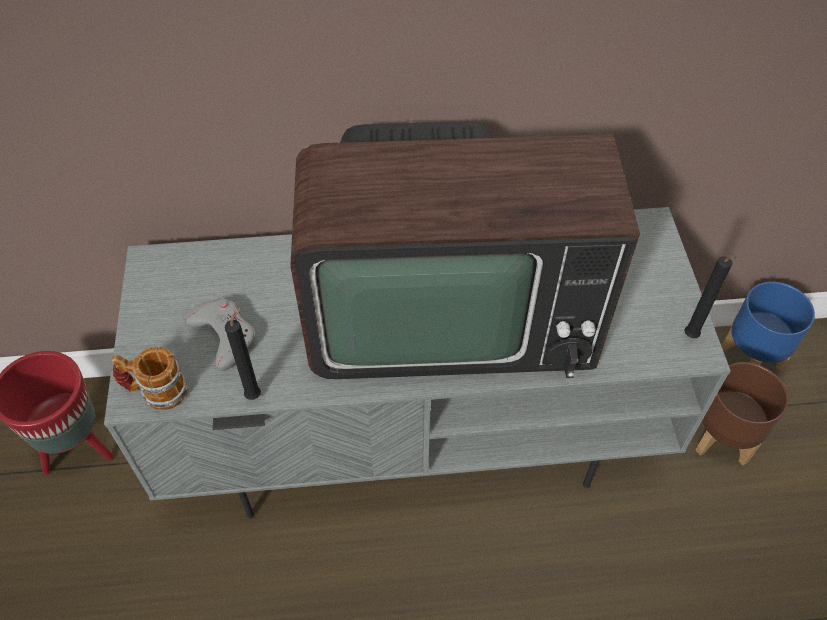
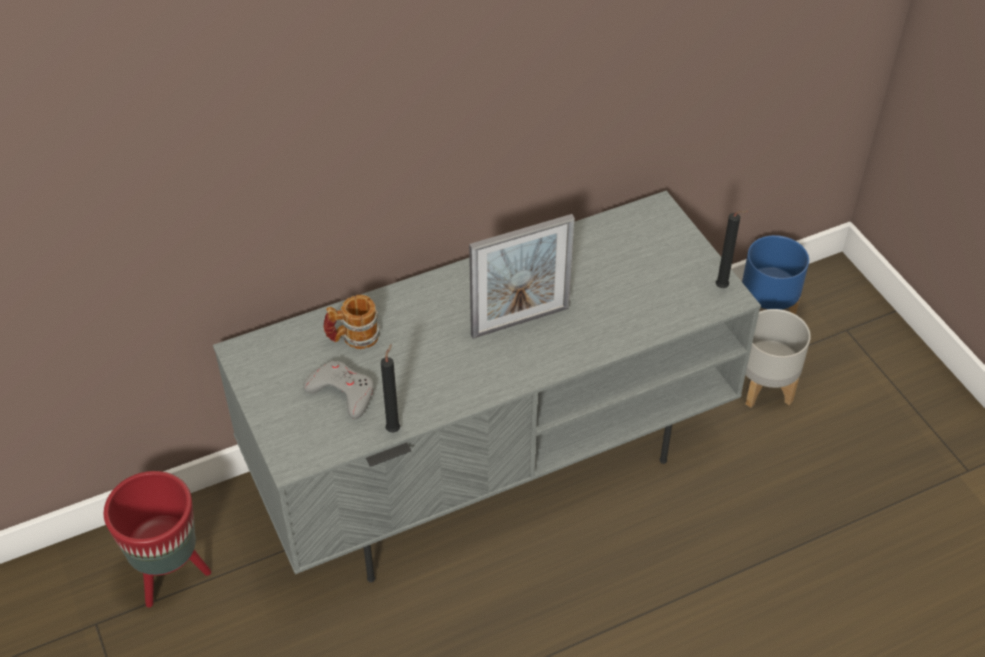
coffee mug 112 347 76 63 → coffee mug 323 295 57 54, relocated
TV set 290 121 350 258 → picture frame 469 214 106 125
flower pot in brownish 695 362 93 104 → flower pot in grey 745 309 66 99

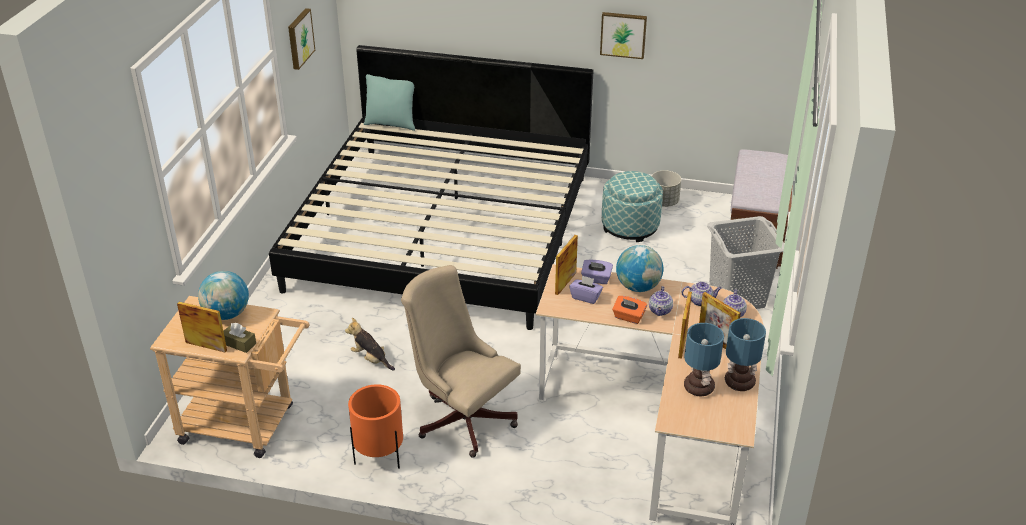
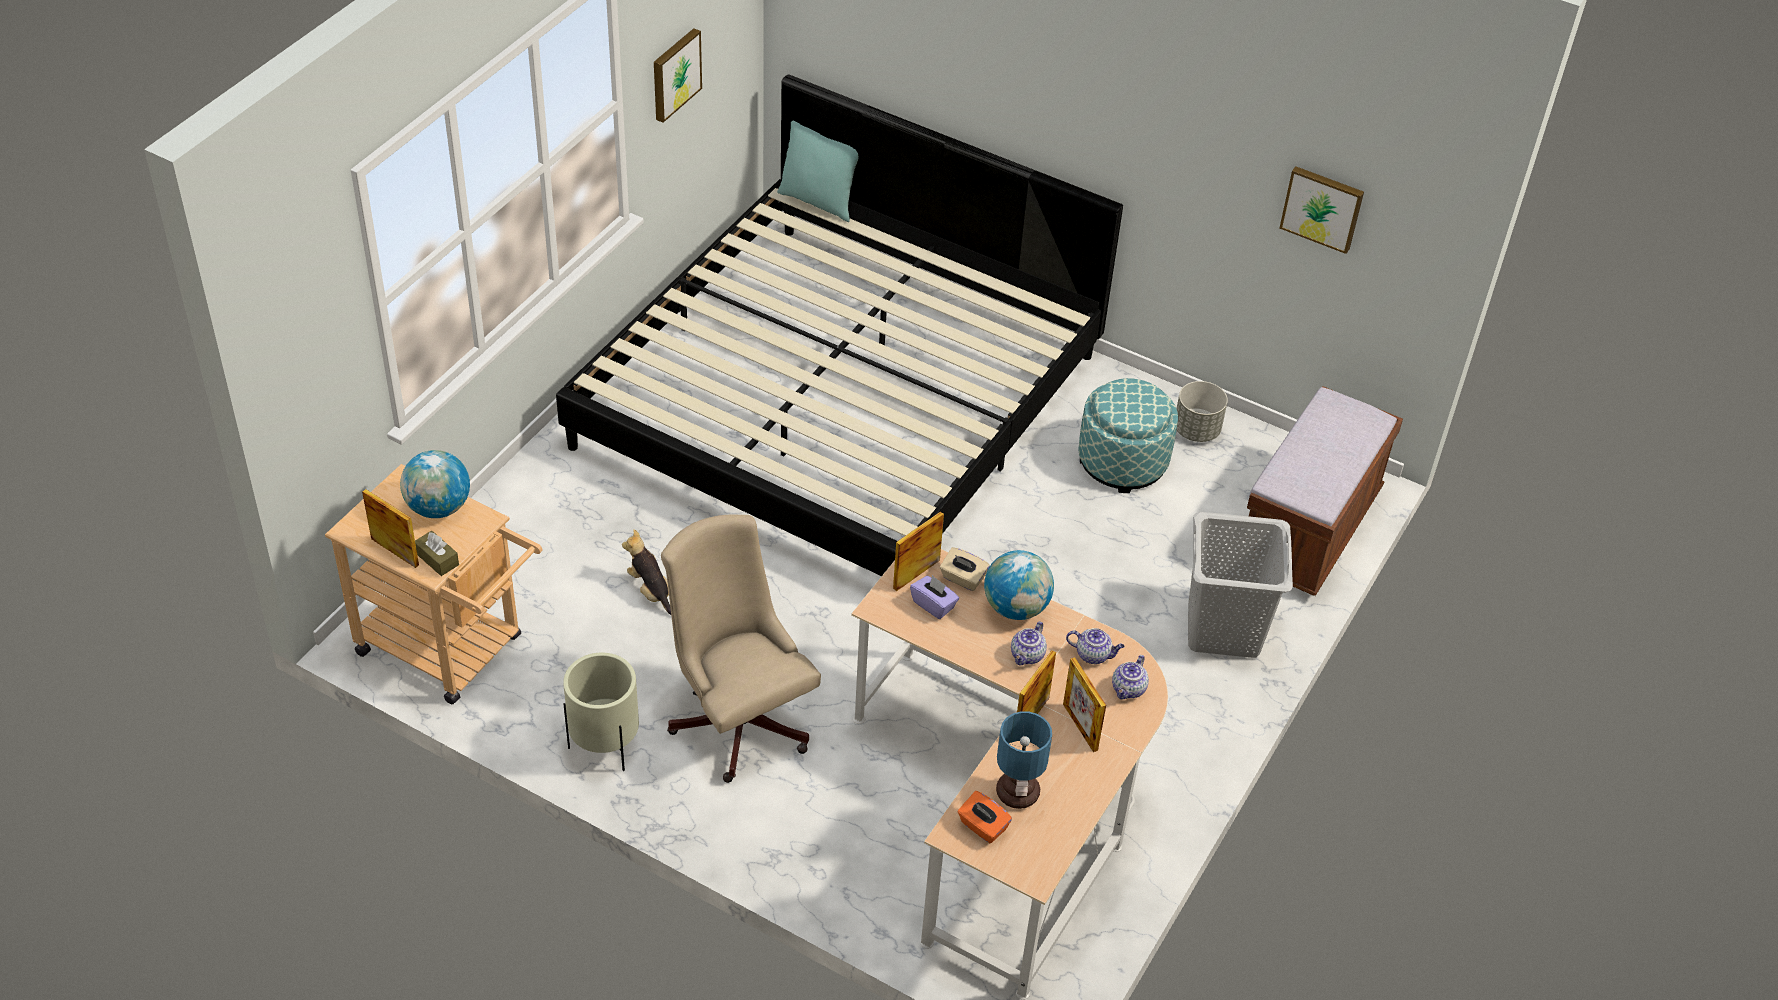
lamp for a table 725 318 41 73 → -
wall art 600 12 47 47 → wall art 1280 166 84 88, relocated
tissue holder in orange-coloured 612 296 35 28 → tissue holder in orange-coloured 958 791 54 52, relocated
flower pot in orange-coloured 348 384 55 85 → flower pot in beige 563 652 76 119
tissue holder in purplish 581 260 32 24 → tissue holder in beige 940 547 50 44

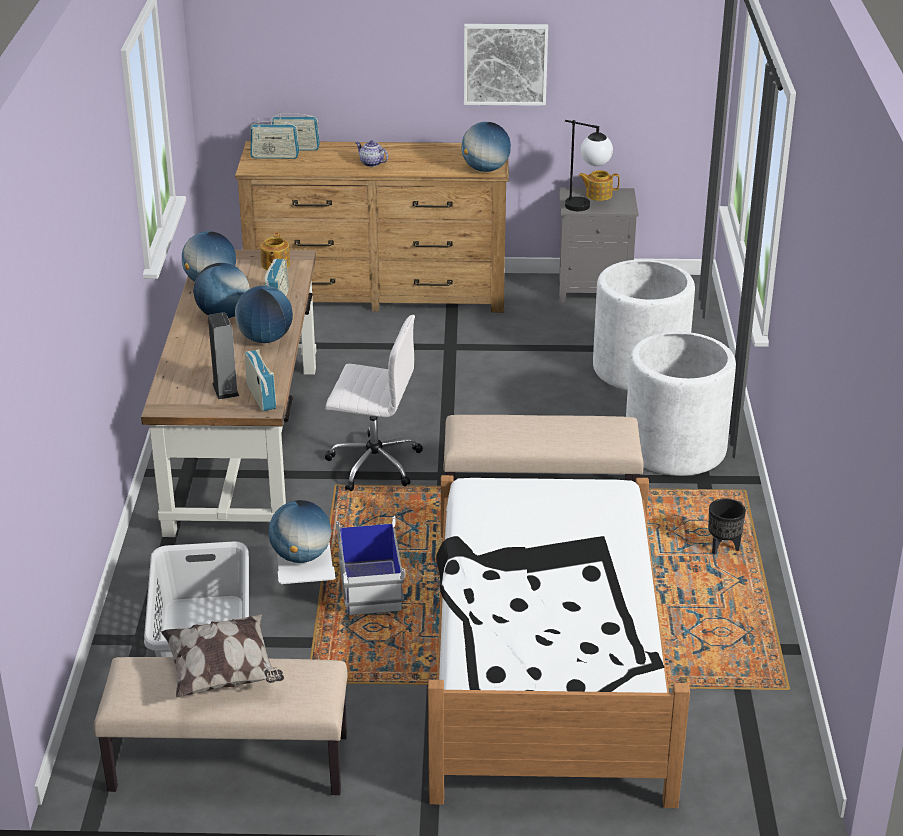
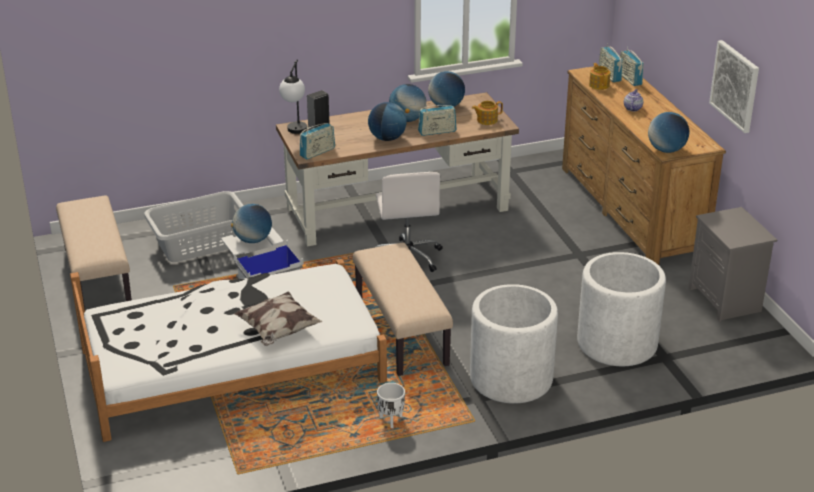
cushion 161 614 123 84 → cushion 234 292 89 54, relocated
lamp for a table 565 120 48 91 → lamp for a table 279 59 28 75, relocated
teapot 579 170 41 31 → teapot 589 63 22 27, relocated
flower pot in blackish 708 498 38 57 → flower pot in white 377 383 28 45

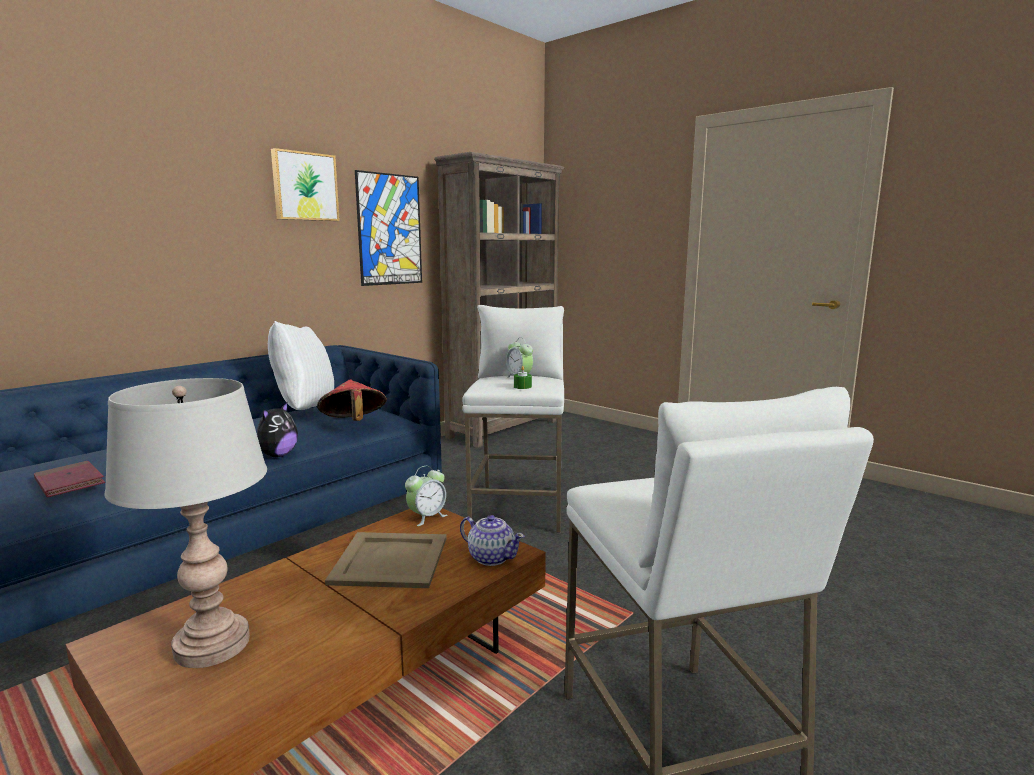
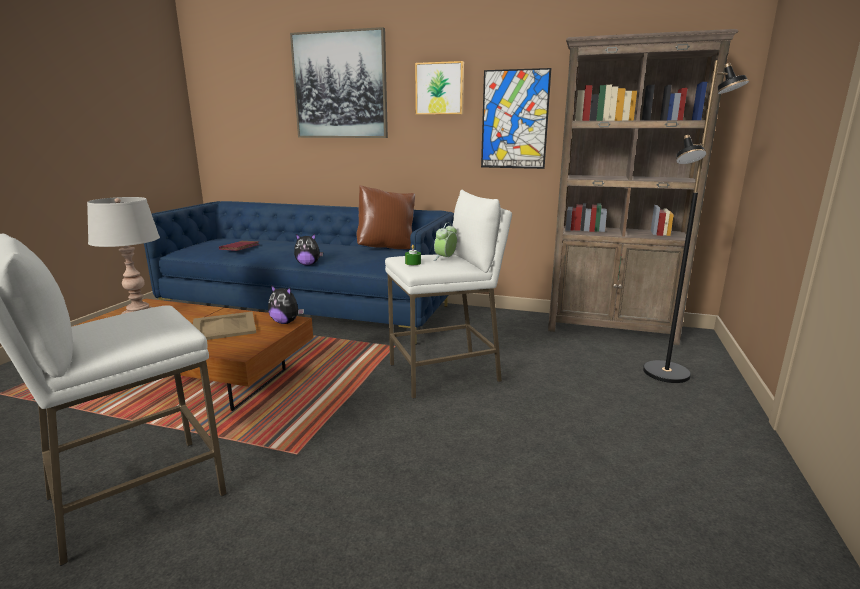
clothing hat in reddish 317 380 70 41 → -
teapot 460 515 64 51 → -
- → wall art 290 27 98 111
- → standard lamp in blackish 643 60 106 323
alarm clock 405 466 42 60 → soft toy 268 285 36 39
cushion in white 268 321 66 89 → cushion in brownish 356 185 59 64

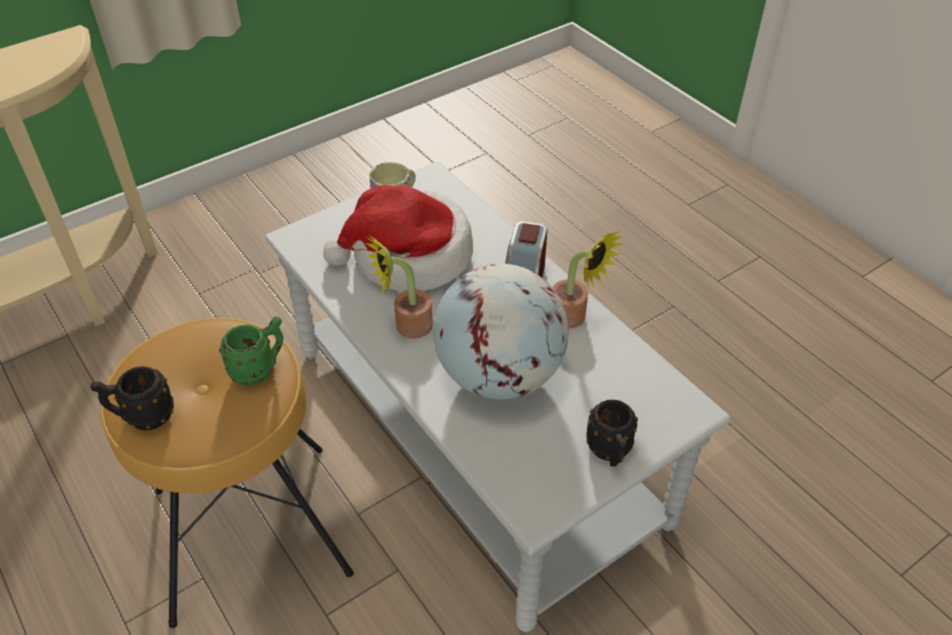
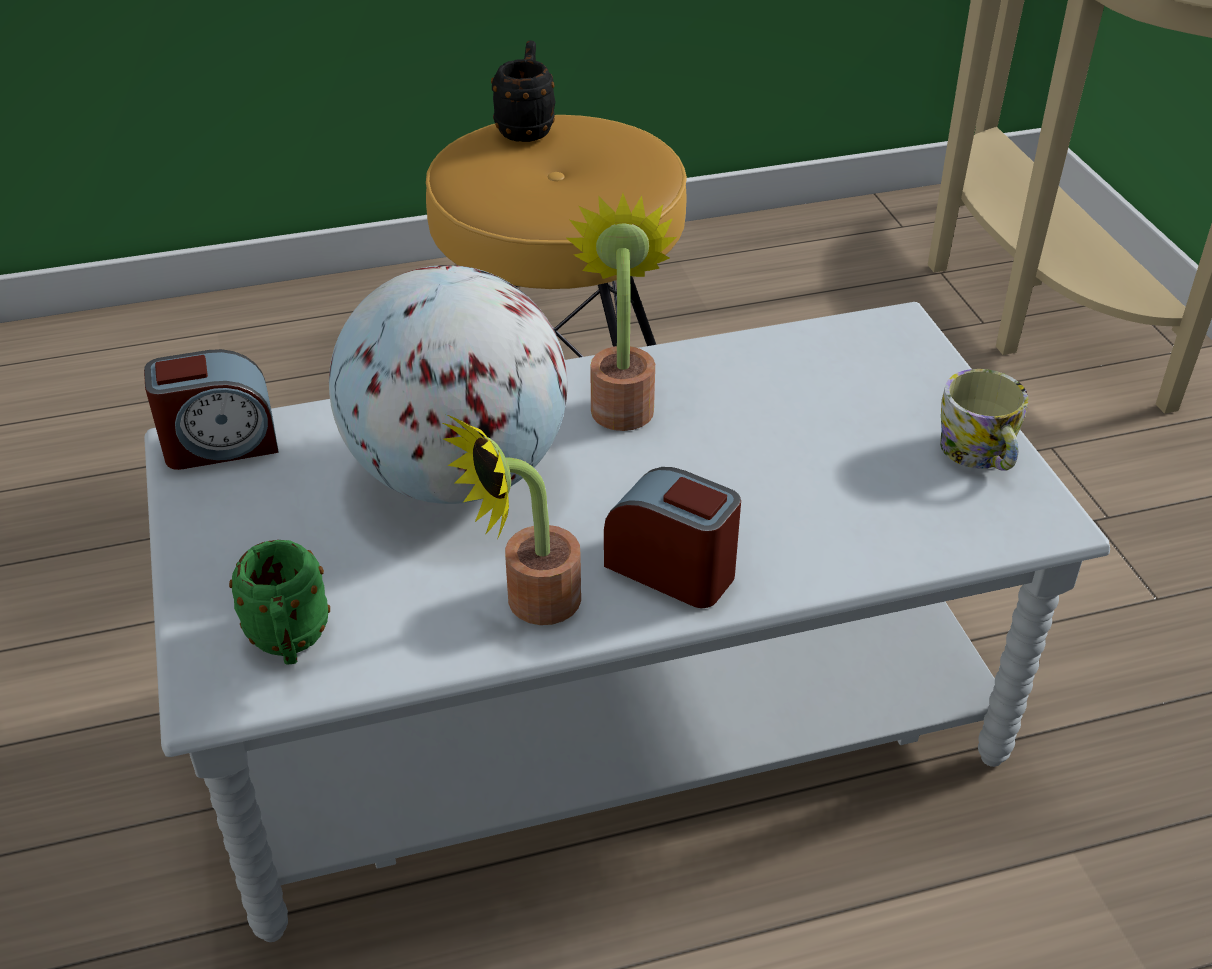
clothing hat 323 185 150 106 → -
coffee mug in blackish 586 400 52 66 → -
- → alarm clock 144 349 134 121
coffee mug in green-coloured 219 316 64 70 → coffee mug in green-coloured 229 540 101 125, relocated

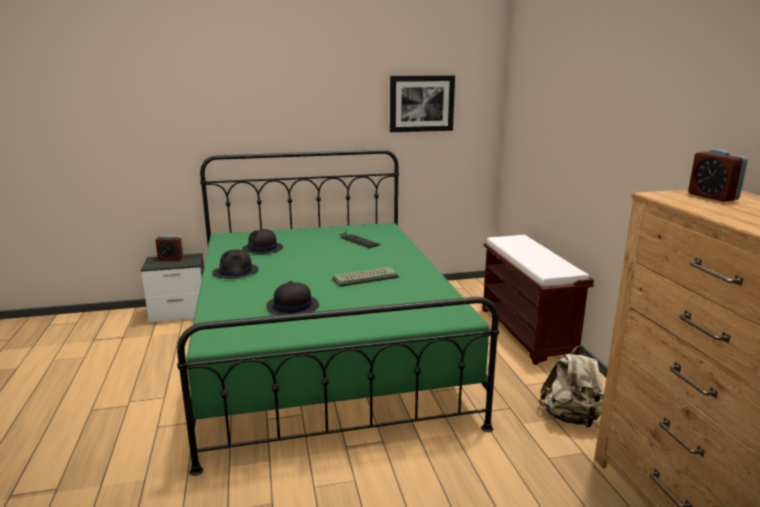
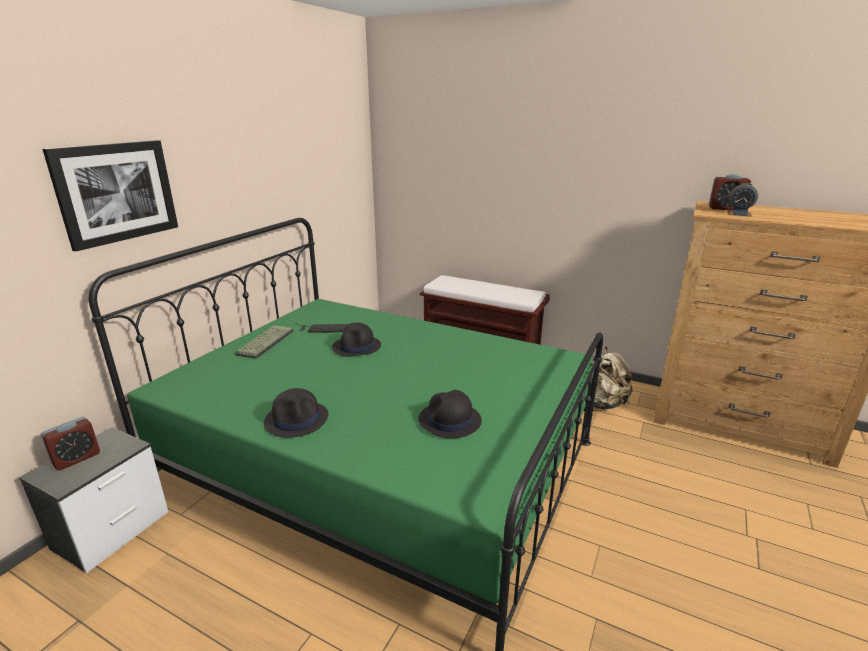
- → alarm clock 727 183 31 34
clothing hat in blackish 242 229 41 25 → clothing hat in blackish 332 323 49 33, relocated
computer keyboard 332 267 67 20 → computer keyboard 235 325 59 34, relocated
wall art 390 75 65 57 → wall art 42 140 136 111, relocated

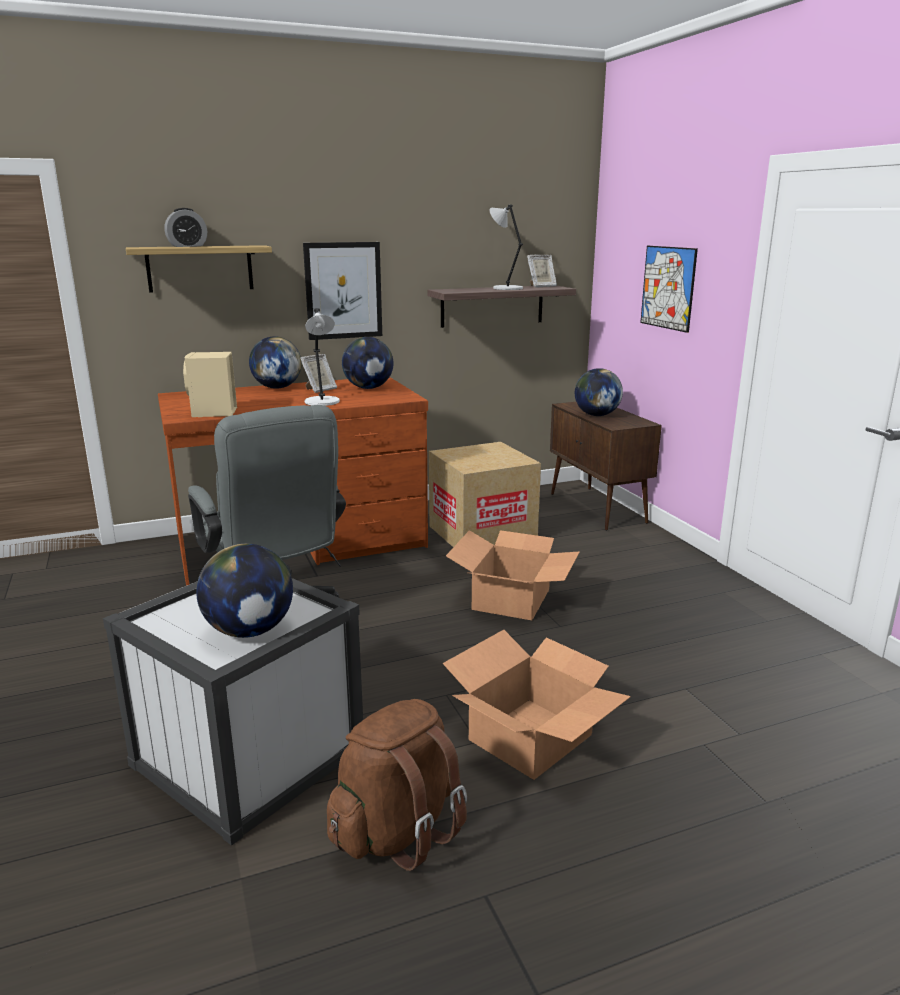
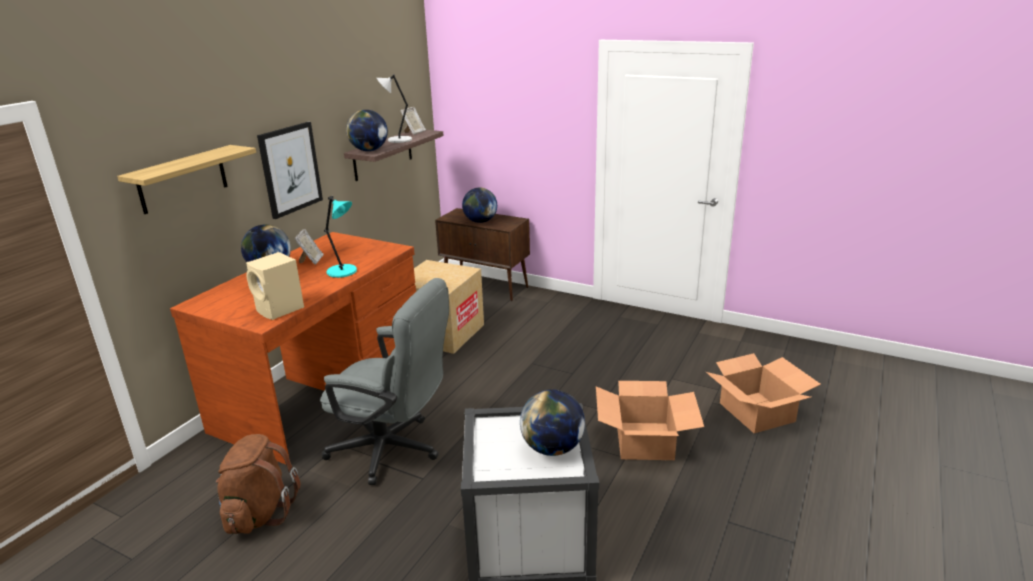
alarm clock 164 208 43 39 → -
wall art 640 246 58 87 → -
backpack in brownish 327 699 140 172 → backpack in brownish 216 434 85 100, relocated
world globe 342 337 51 52 → world globe 346 110 42 41, relocated
packing box 446 530 134 90 → packing box 706 353 115 80, relocated
lamp for a table in white 305 308 35 98 → lamp for a table in turquoise 324 196 33 82

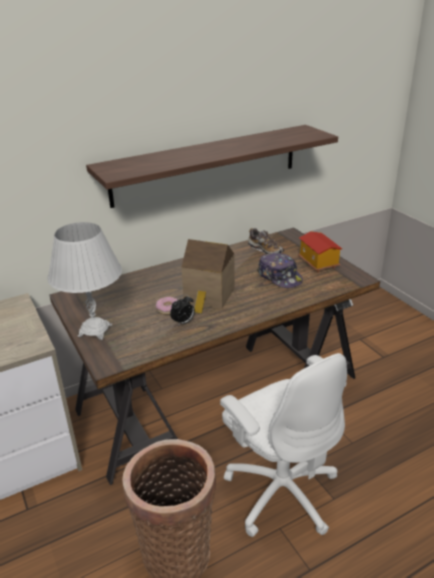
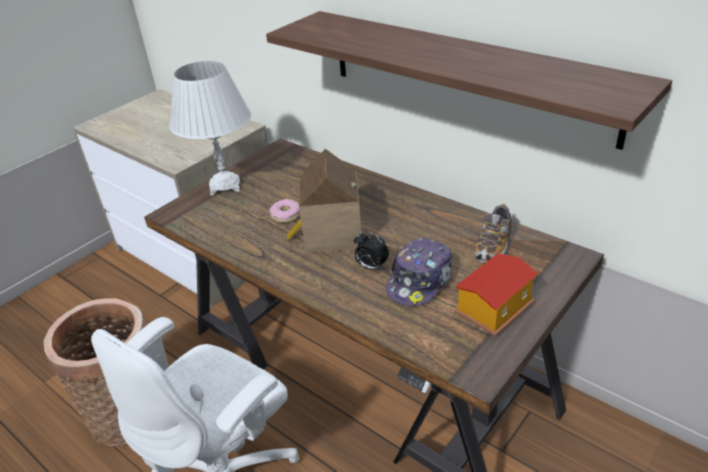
alarm clock 170 294 25 32 → alarm clock 354 231 35 40, relocated

